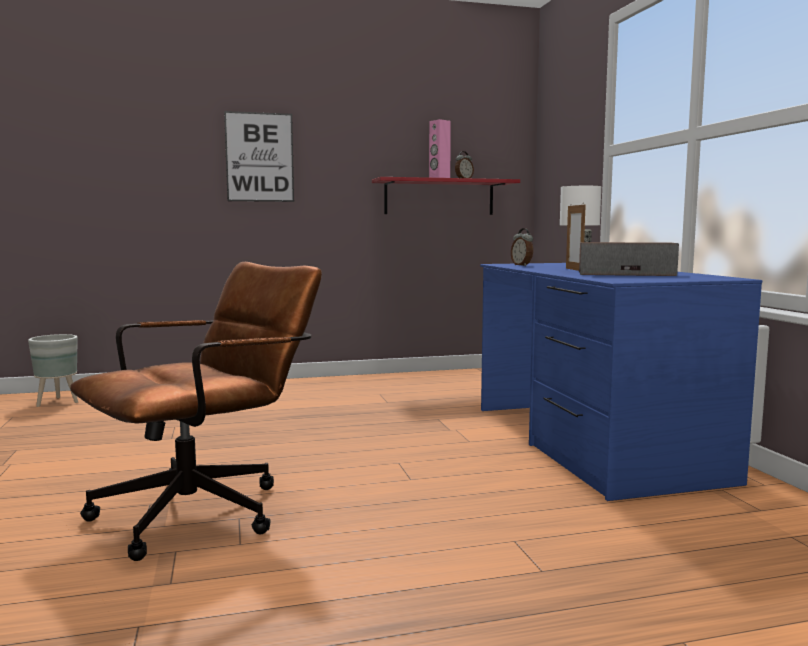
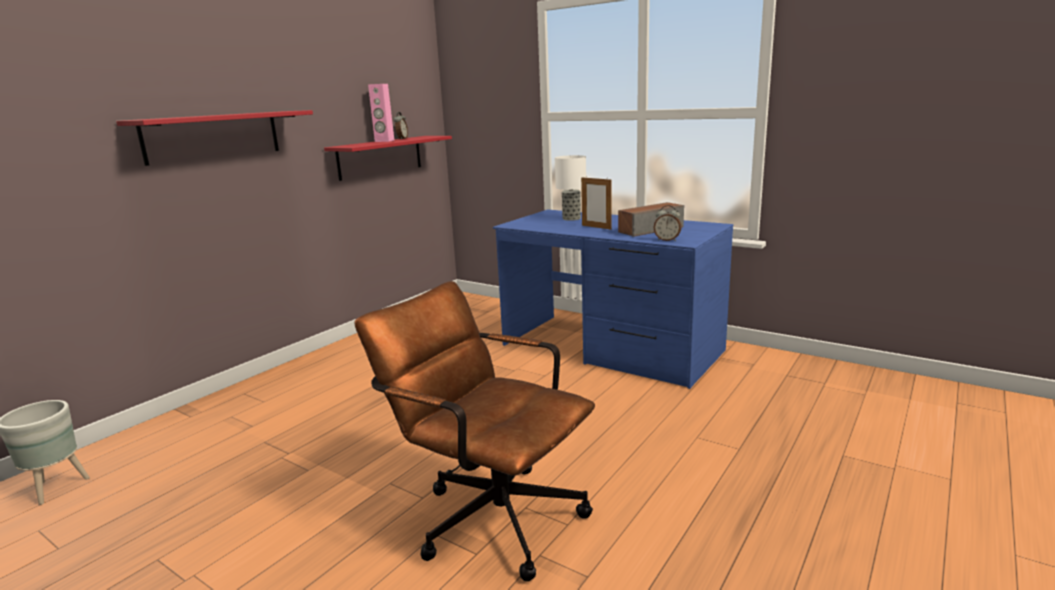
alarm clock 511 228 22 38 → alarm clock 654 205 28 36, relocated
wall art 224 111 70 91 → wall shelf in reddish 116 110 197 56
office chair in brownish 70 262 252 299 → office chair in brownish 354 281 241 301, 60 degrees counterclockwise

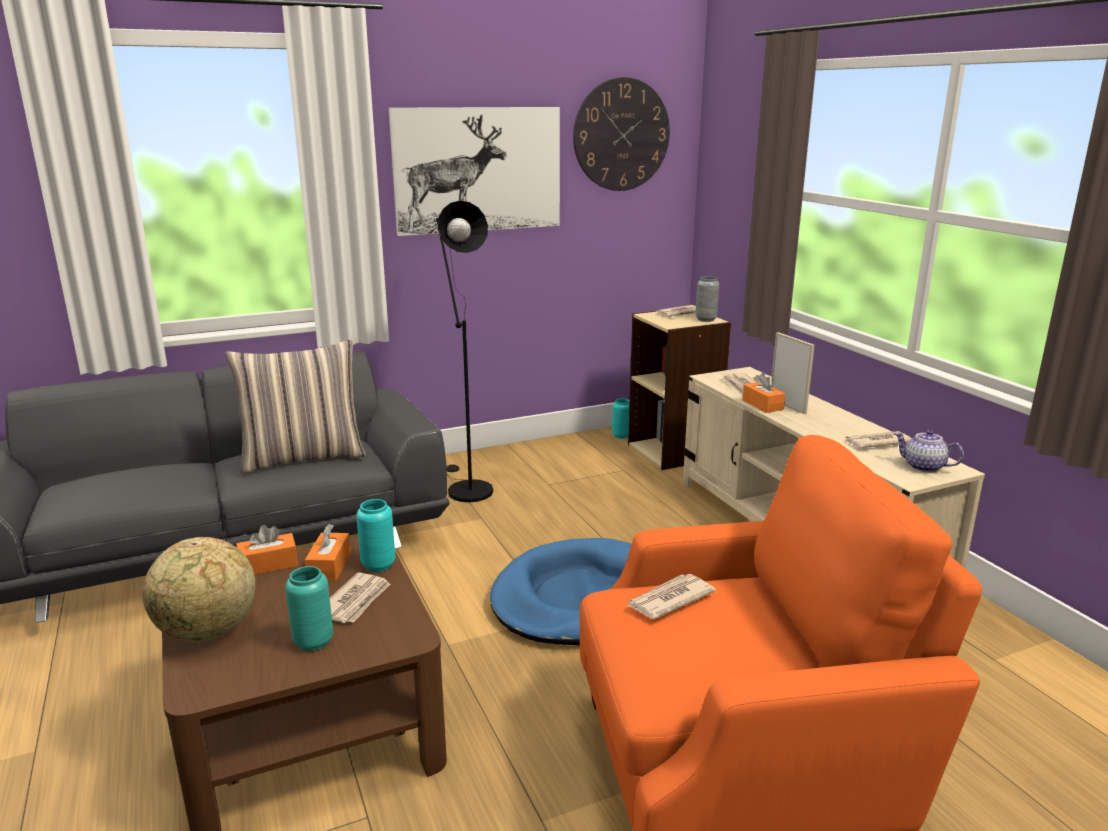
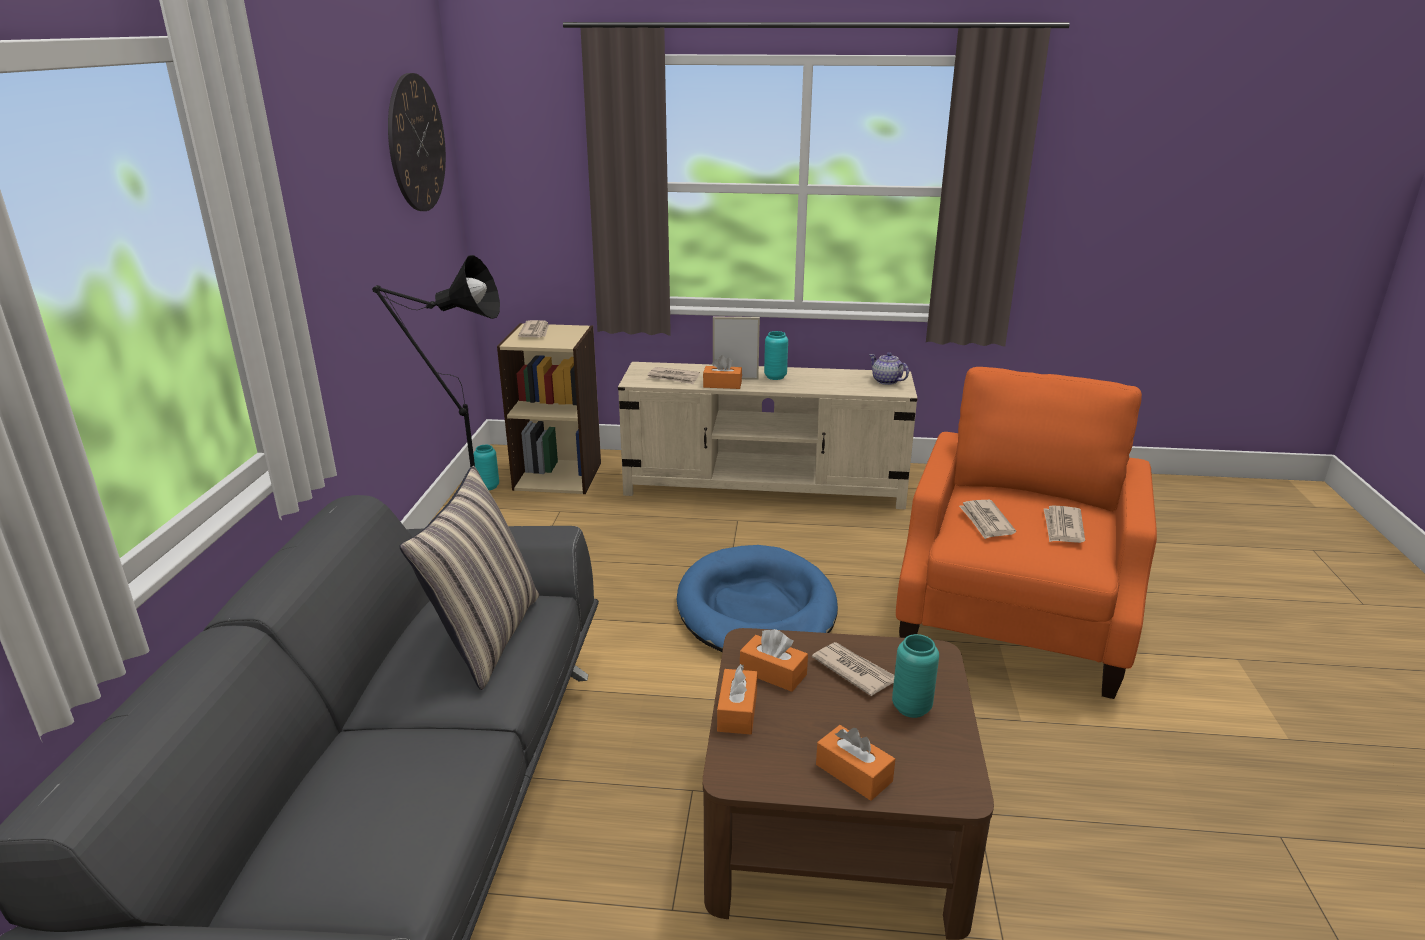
wall art 389 107 171 129 → -
decorative vase in grey 695 276 24 46 → -
decorative vase in turquoise 356 499 39 73 → decorative vase in turquoise 764 331 24 49, relocated
newspaper 843 431 69 17 → newspaper 1044 505 41 38, relocated
world globe 143 537 112 105 → tissue holder in orange-coloured 816 725 79 76
teapot 894 430 70 42 → teapot 869 352 40 33, 75 degrees clockwise

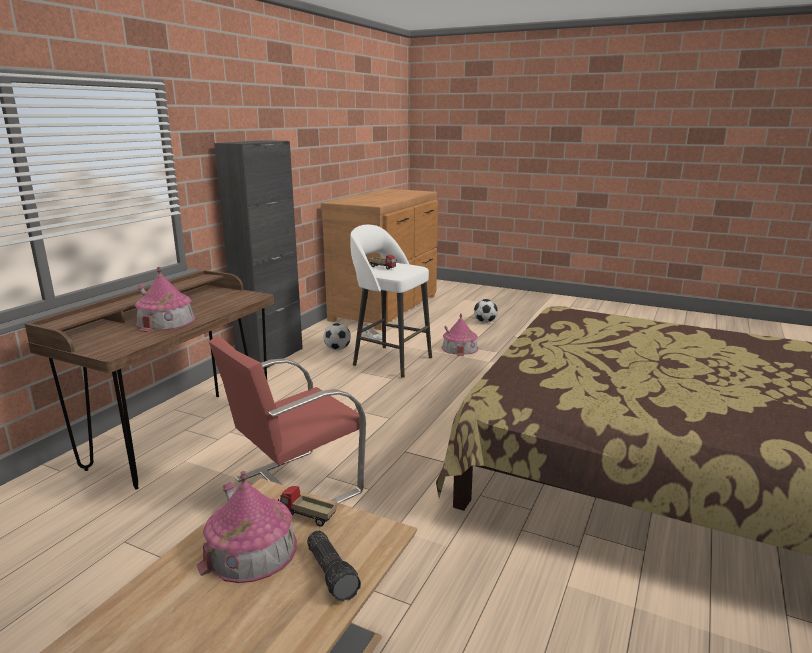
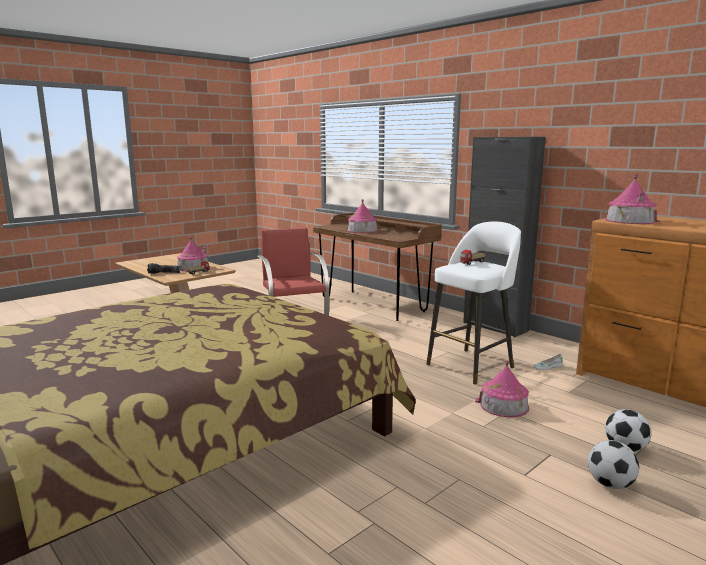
- → toy house 605 174 55 50
football ball 324 323 27 27 → football ball 588 440 51 49, relocated

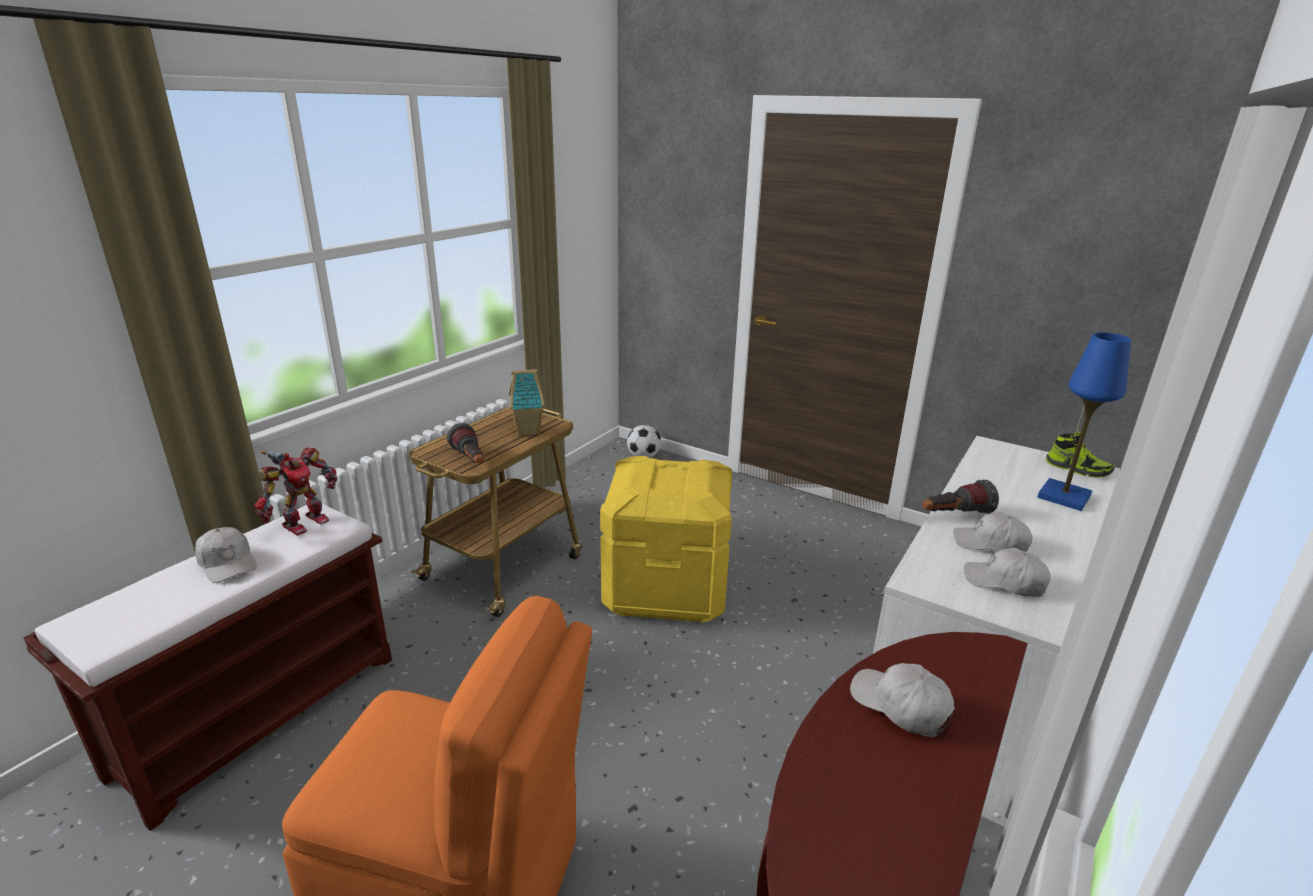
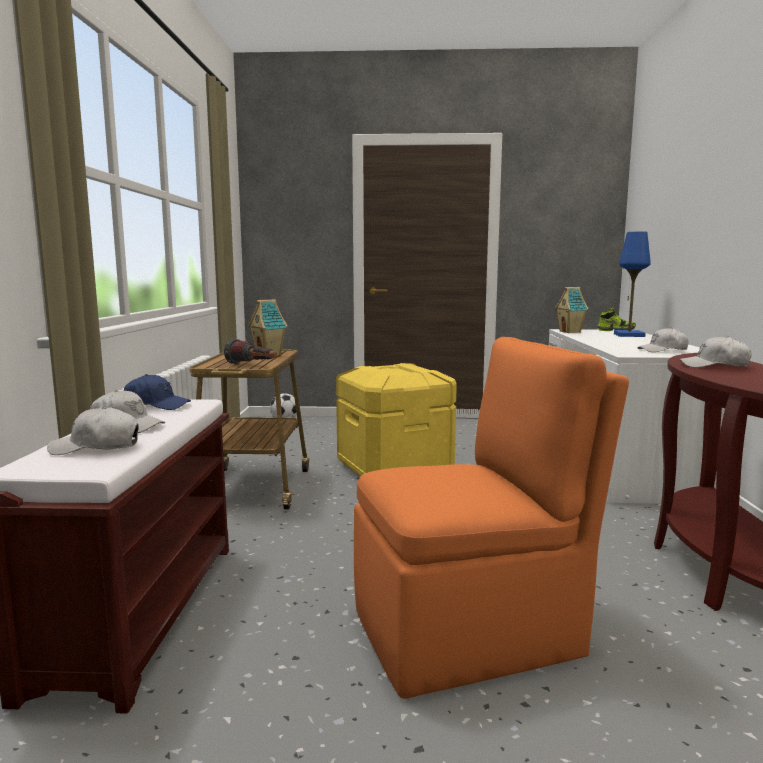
hand torch 923 480 76 34 → -
- → toy house 555 287 34 46
baseball cap in white 953 512 79 40 → baseball cap in white 47 407 92 48, relocated
robot figure 254 447 83 89 → baseball cap in blue 124 374 67 36

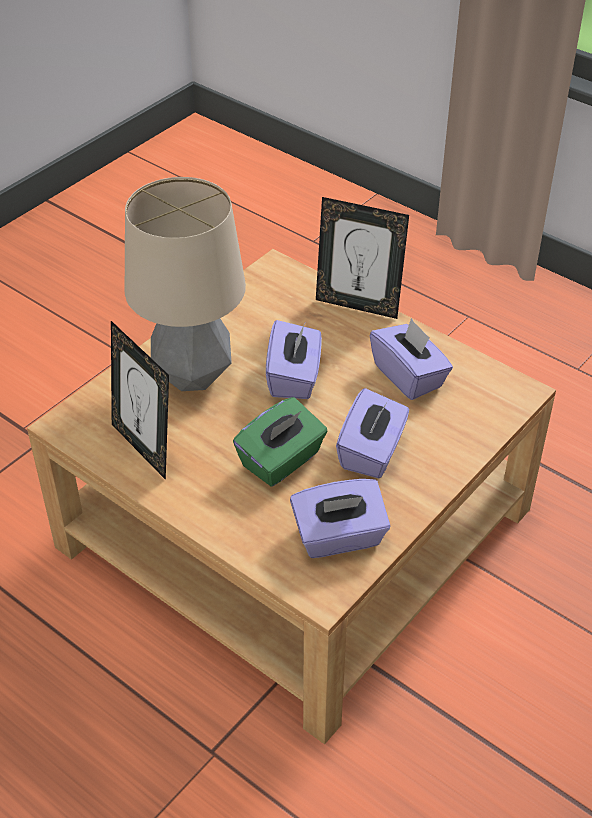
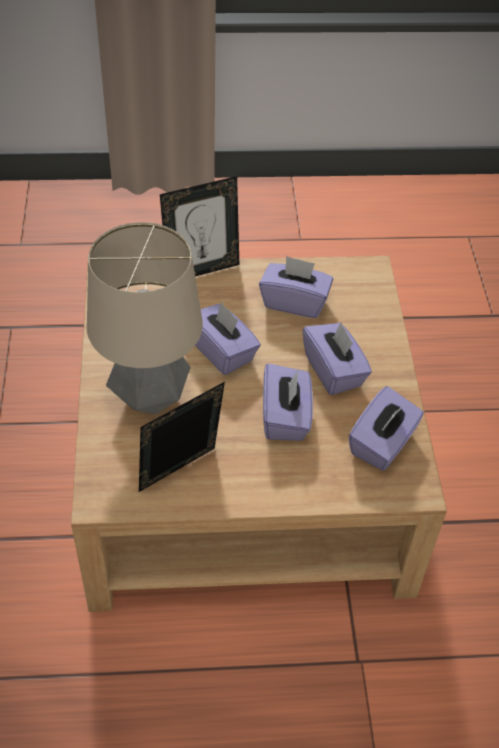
tissue holder in green-coloured 233 397 95 90 → tissue holder in purplish 263 363 50 78
picture frame 111 321 58 159 → picture frame 139 382 86 110, 135 degrees clockwise

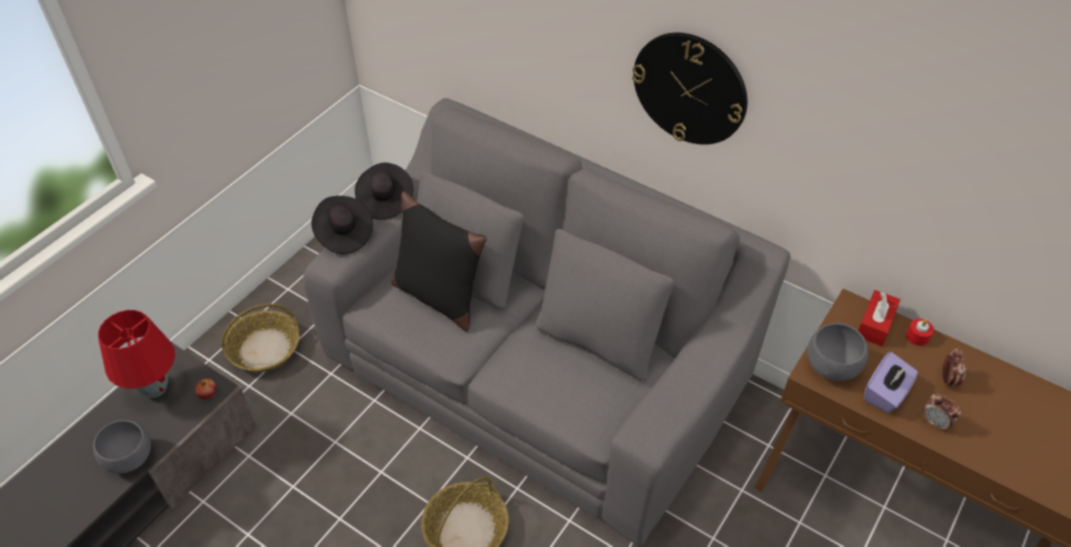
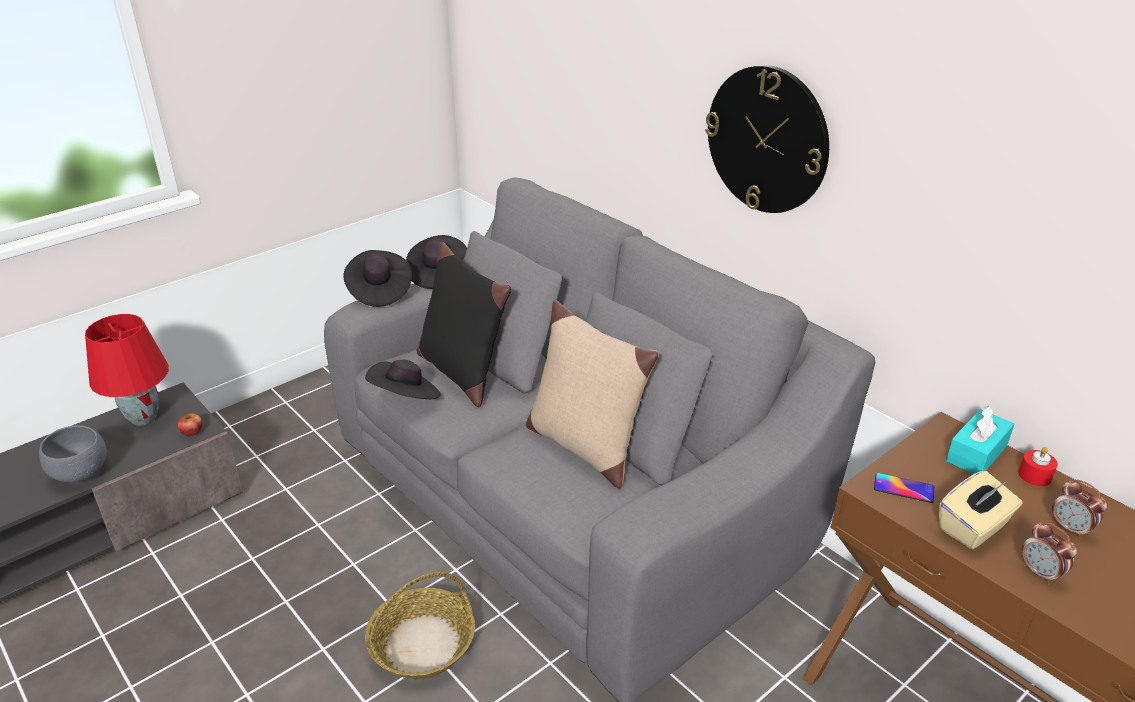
basket 221 304 79 68 → -
- → clothing hat in blackish 365 360 76 39
- → cushion in beige 526 300 133 189
serving bowl in grey 807 323 61 58 → telephone 874 473 60 30
tissue holder in reddish 858 290 42 56 → tissue holder in turquoise 946 406 68 68
tissue holder in purplish 864 352 54 61 → tissue holder in beige 939 471 84 78
alarm clock 942 347 25 41 → alarm clock 1052 480 55 59, 120 degrees clockwise

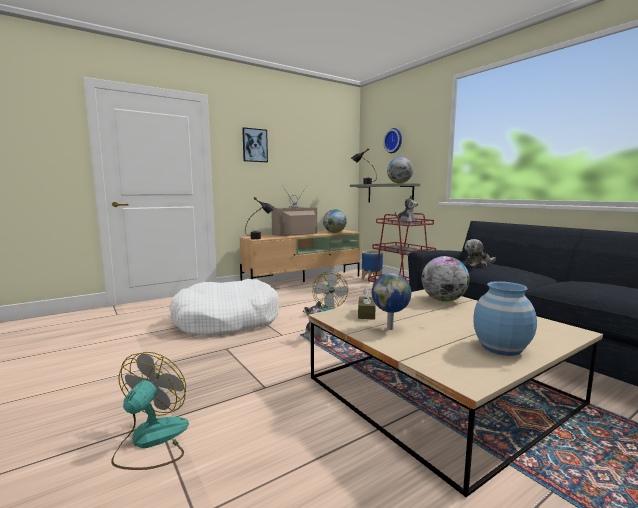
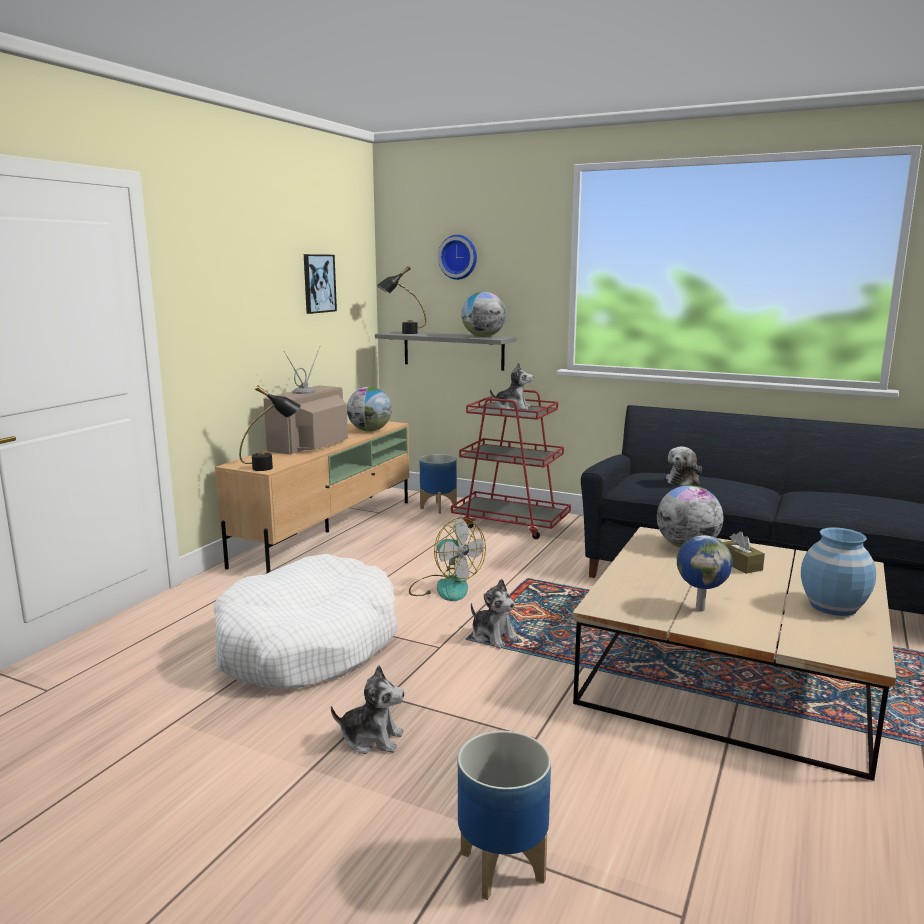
- → soft toy 331 665 73 89
wall art 242 127 26 35 → wall art 304 254 33 60, relocated
tissue holder in brownish 358 288 18 32 → tissue holder in brownish 723 531 42 43, relocated
cooling fan 111 352 78 118 → flower pot 458 731 93 169

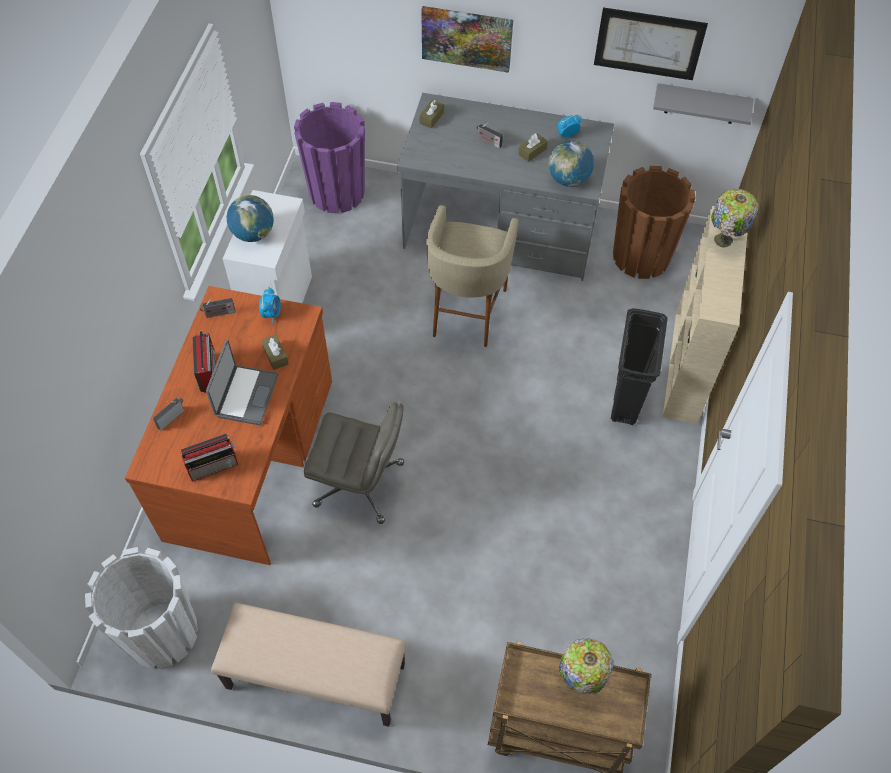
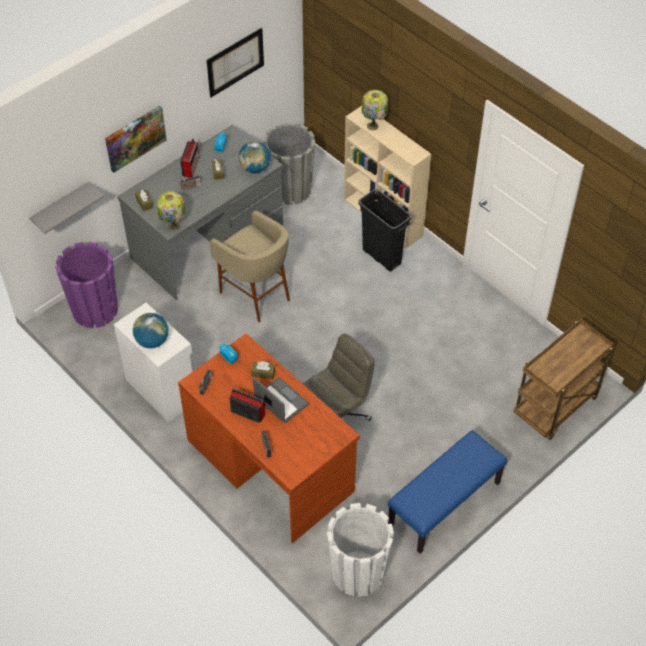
radio 180 434 58 48 → radio 180 139 19 39, relocated
lamp for a table 559 638 54 56 → lamp for a table 157 191 28 39, relocated
wall shelf in grey 653 83 100 42 → wall shelf in grey 30 182 74 52, relocated
indoor bench in beige 211 603 195 124 → indoor bench in blue 388 430 120 124
flower pot in brownish 613 166 83 113 → flower pot in grey 263 122 52 83

